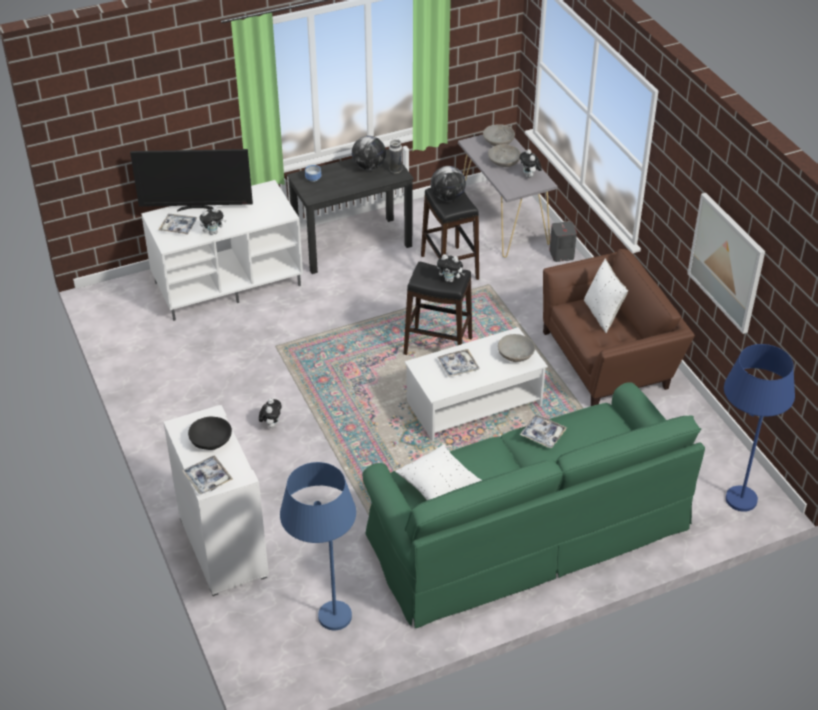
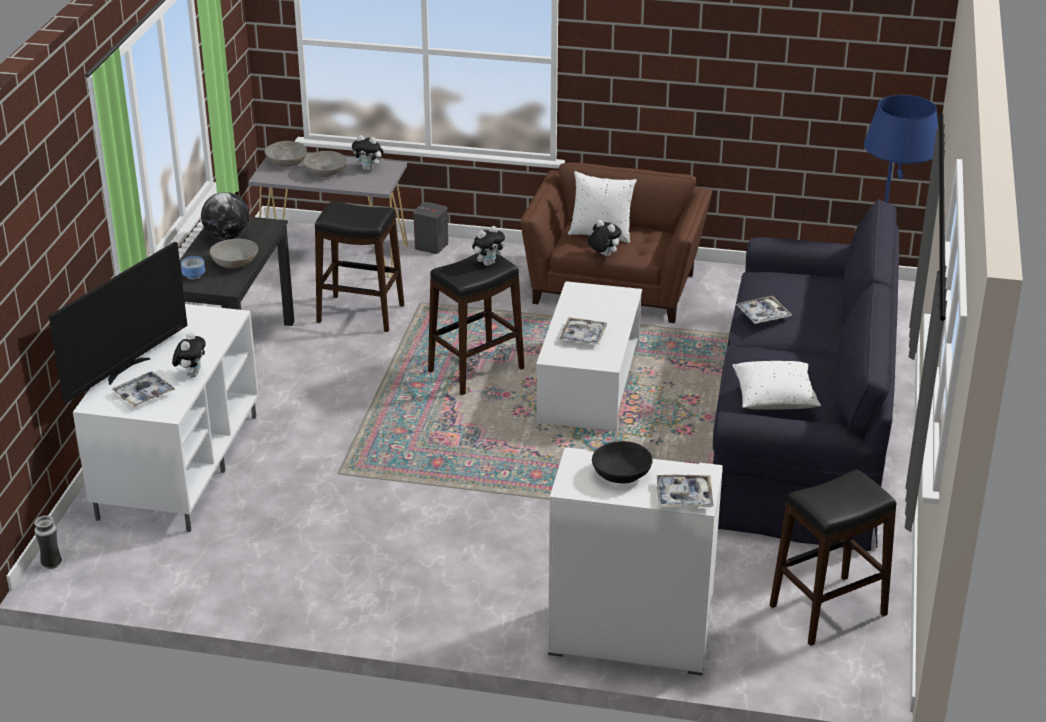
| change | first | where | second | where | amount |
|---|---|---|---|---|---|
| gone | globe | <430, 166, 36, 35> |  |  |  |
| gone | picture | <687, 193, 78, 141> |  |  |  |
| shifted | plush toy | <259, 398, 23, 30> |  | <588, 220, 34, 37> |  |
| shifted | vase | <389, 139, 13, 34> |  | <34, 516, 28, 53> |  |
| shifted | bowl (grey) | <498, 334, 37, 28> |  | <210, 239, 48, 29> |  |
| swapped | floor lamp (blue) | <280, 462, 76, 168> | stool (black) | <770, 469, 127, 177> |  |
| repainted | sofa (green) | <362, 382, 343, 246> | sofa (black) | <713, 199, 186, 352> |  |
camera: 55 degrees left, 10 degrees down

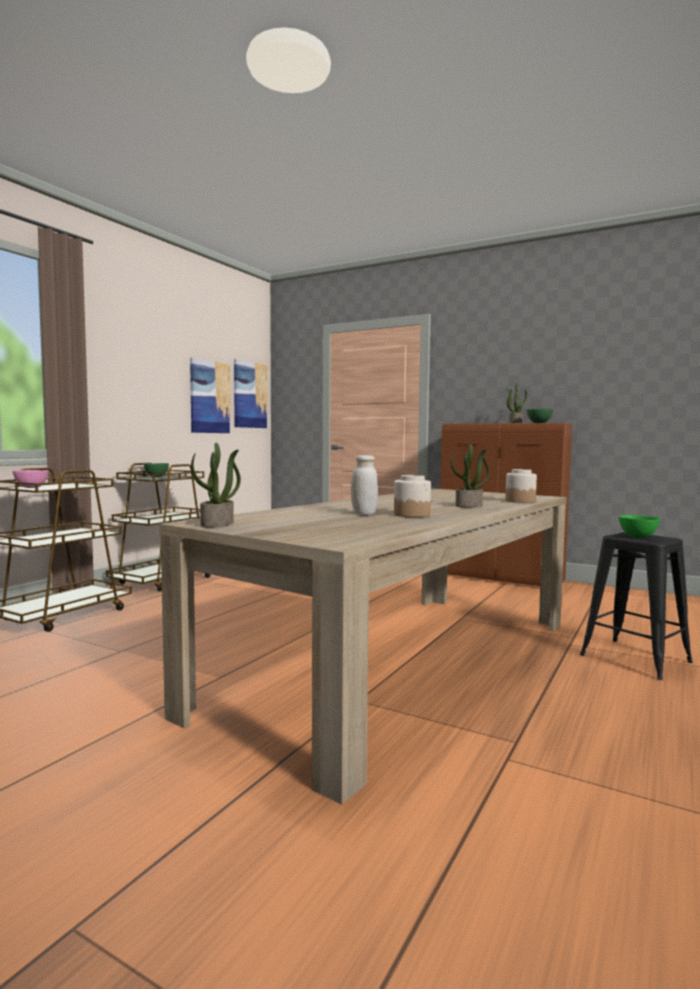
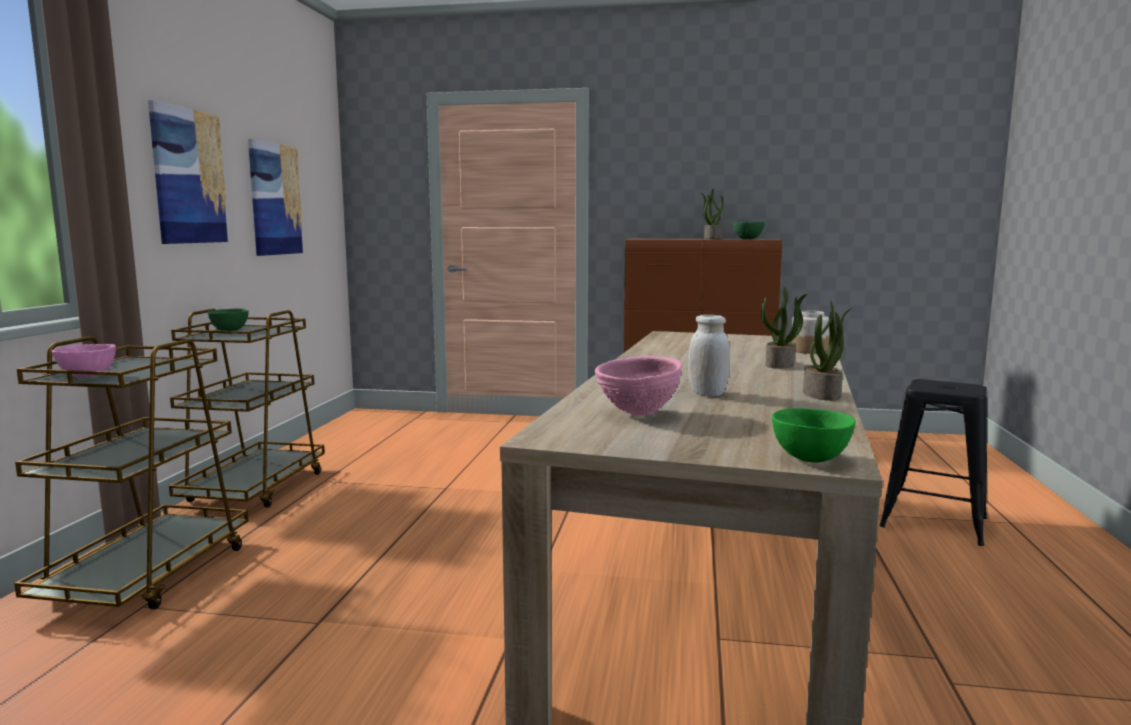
| change | first | where | second | where | amount |
|---|---|---|---|---|---|
| gone | jar | <394, 475, 37, 43> |  |  |  |
| new |  |  | bowl (pink) | <595, 356, 87, 60> |  |
| shifted | potted plant | <191, 442, 50, 85> |  | <803, 300, 49, 101> |  |
| shifted | picture | <234, 359, 34, 69> |  | <148, 100, 81, 144> |  |
| shifted | bowl (green) | <619, 515, 41, 23> |  | <772, 408, 83, 54> |  |
camera: 20 degrees left, 5 degrees up

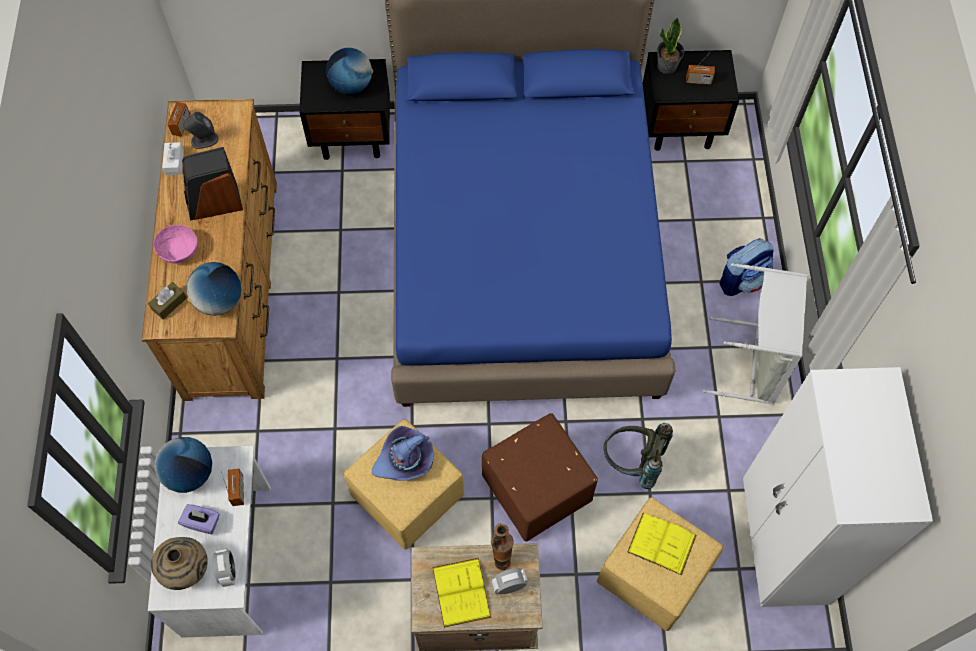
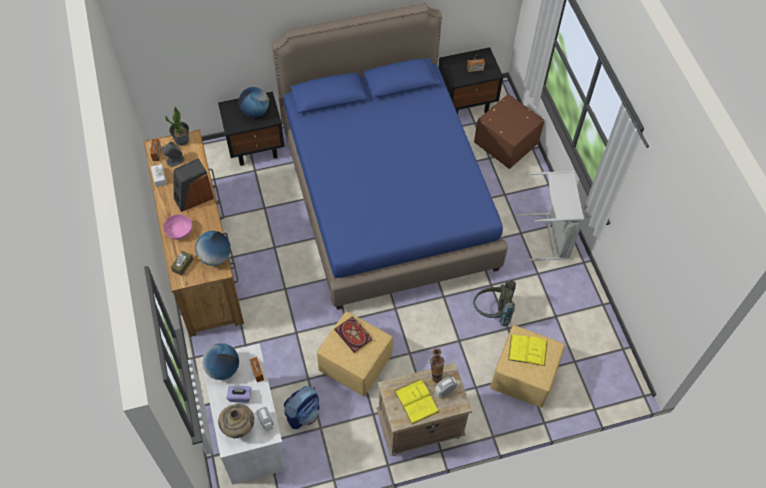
| change | first | where | second | where | amount |
|---|---|---|---|---|---|
| gone | wardrobe (white) | <743, 367, 190, 240> |  |  |  |
| shifted | ottoman (brown) | <482, 413, 116, 129> |  | <474, 95, 70, 74> |  |
| shifted | potted plant | <657, 17, 27, 57> |  | <165, 106, 24, 40> |  |
| shifted | backpack | <719, 238, 55, 58> |  | <284, 386, 35, 43> |  |
| swapped | hat (purple) | <372, 426, 62, 55> | book | <334, 316, 38, 37> |  |
camera: 15 degrees left, 5 degrees down

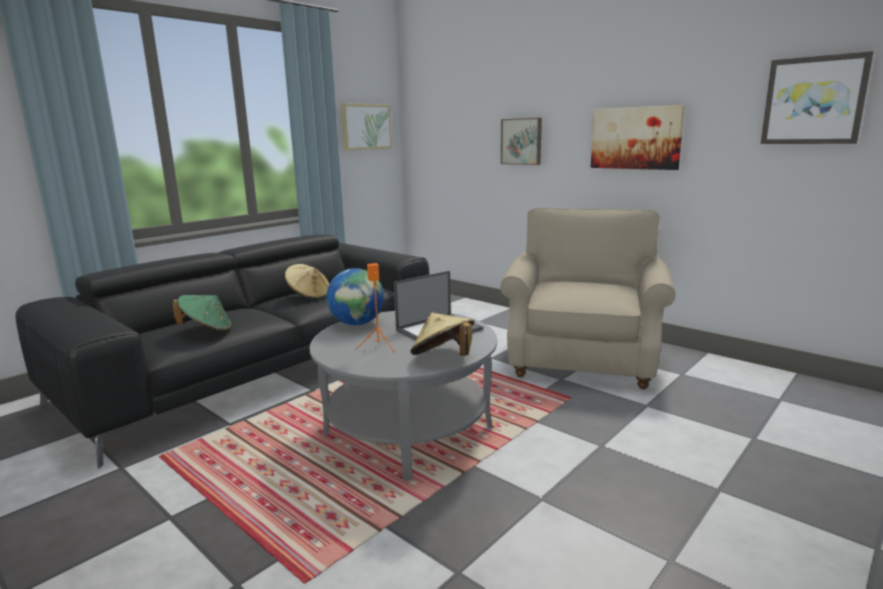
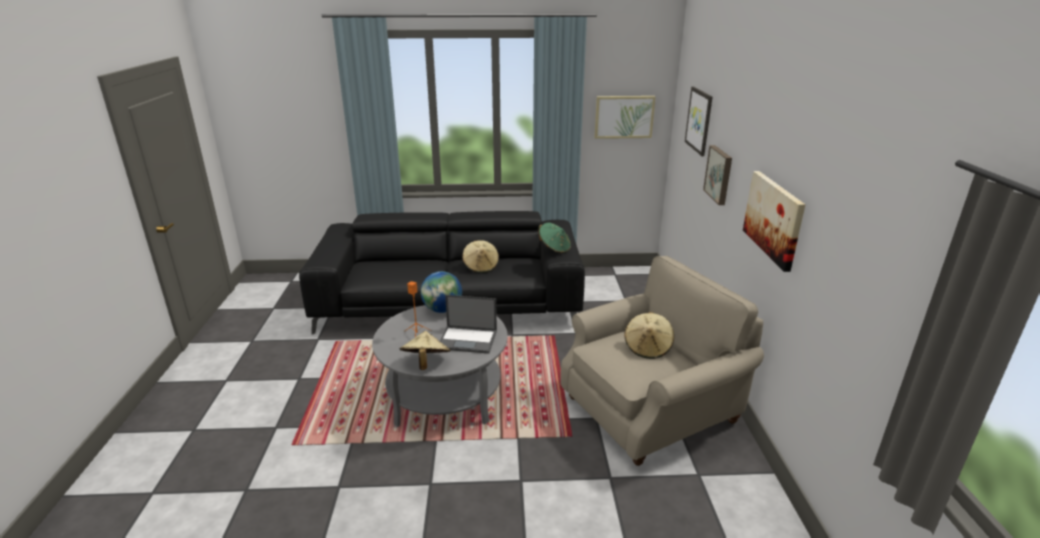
| change | first | where | second | where | amount |
|---|---|---|---|---|---|
| new |  |  | hat (beige) | <624, 312, 50, 47> |  |
| shifted | hat (green) | <172, 295, 59, 36> |  | <538, 223, 33, 30> |  |
| shifted | picture | <761, 51, 112, 93> |  | <685, 86, 28, 70> |  |
camera: 45 degrees right, 10 degrees up

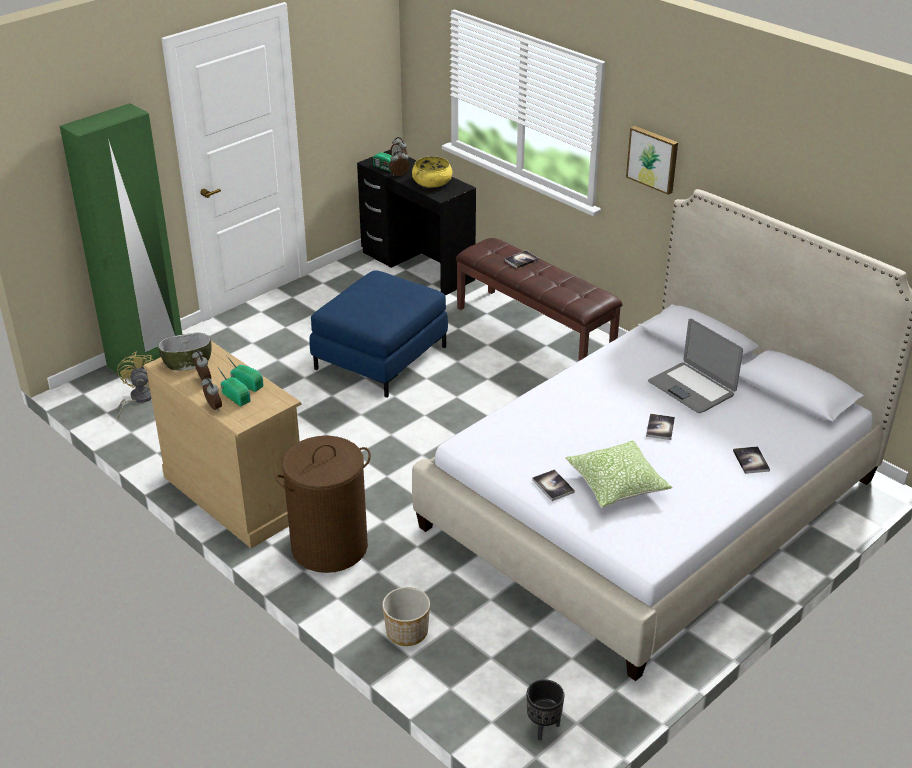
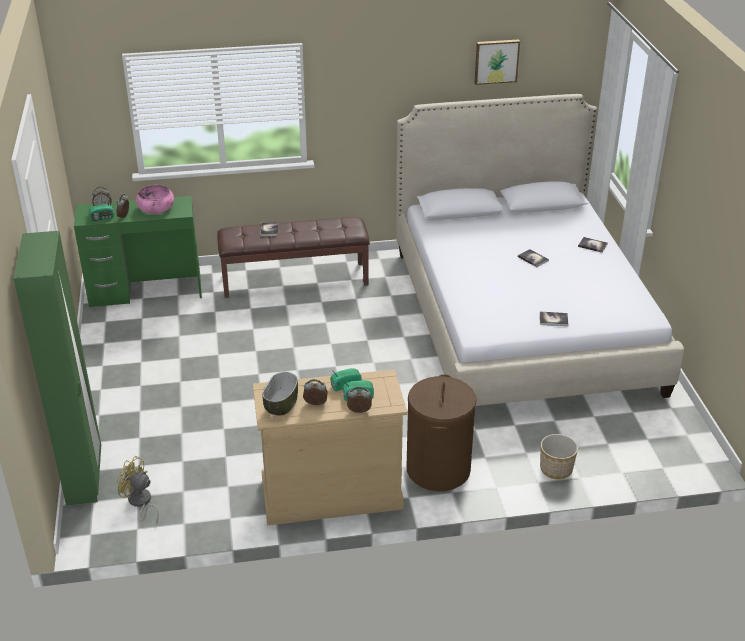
| change | first | where | second | where | amount |
|---|---|---|---|---|---|
| gone | ottoman (blue) | <309, 270, 139, 128> |  |  |  |
| gone | planter (black) | <527, 679, 38, 62> |  |  |  |
| gone | pillow | <566, 440, 106, 68> |  |  |  |
| gone | laptop | <648, 319, 95, 94> |  |  |  |
| shifted | picture | <626, 126, 52, 69> |  | <474, 39, 46, 46> |  |
| repainted | desk (black) | <357, 149, 119, 146> | desk (green) | <74, 196, 128, 111> |  |
| repainted | bowl (yellow) | <412, 156, 41, 32> | bowl (pink) | <136, 185, 38, 29> |  |
camera: 55 degrees left, 0 degrees up

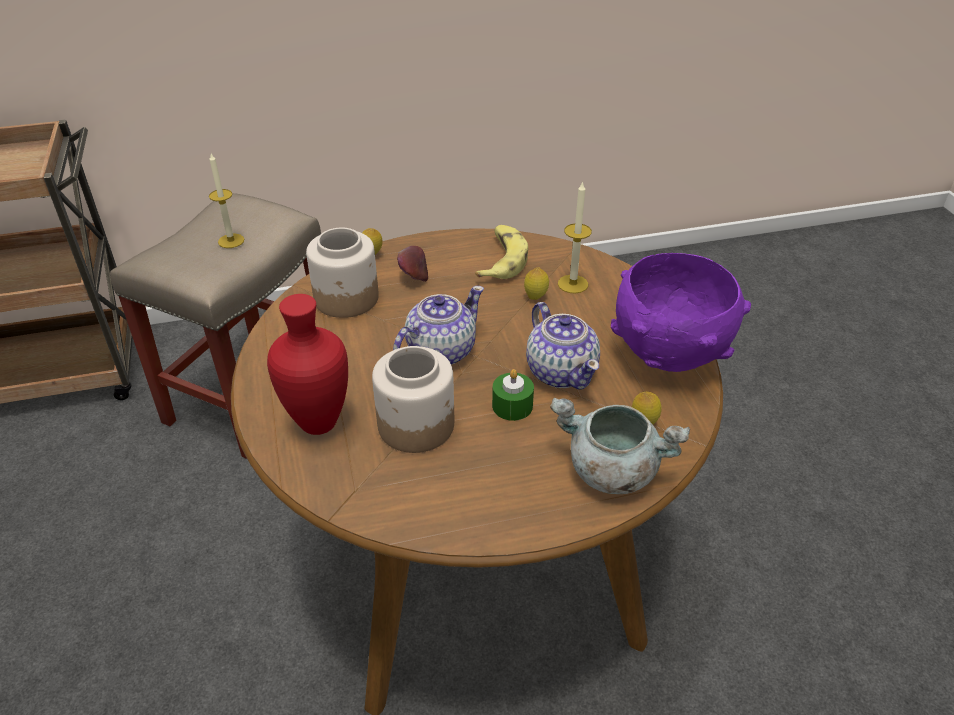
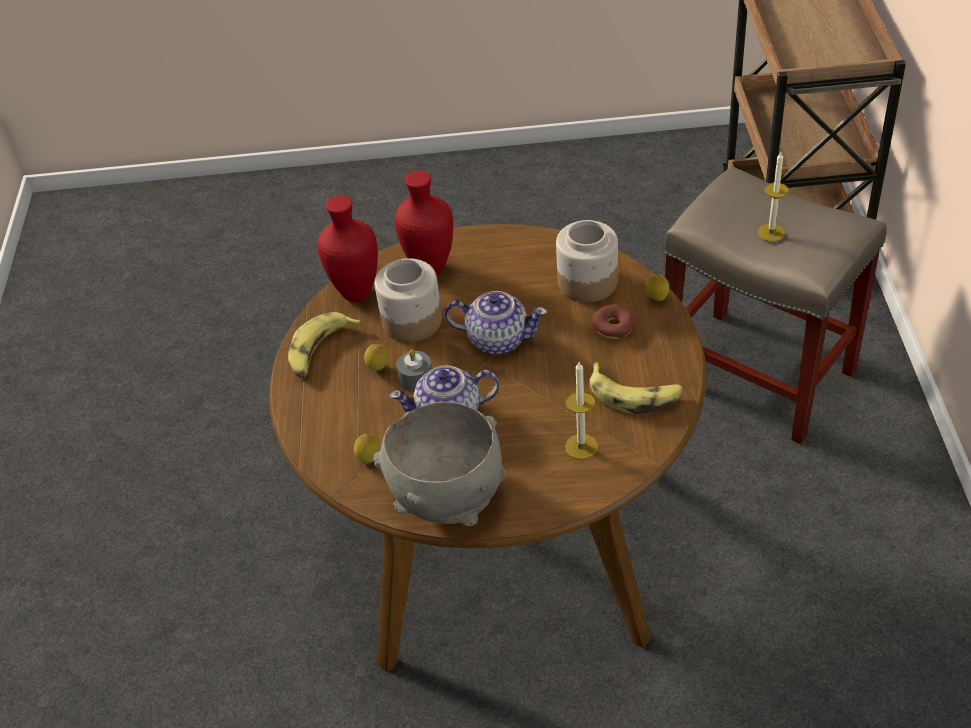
| change | first | where | second | where | amount |
|---|---|---|---|---|---|
| gone | cooking pot (grey) | <550, 398, 140, 96> |  |  |  |
| new |  |  | banana | <288, 312, 74, 66> |  |
| new |  |  | vase (red) | <317, 195, 61, 107> |  |
| shifted | lemon | <524, 267, 25, 33> |  | <364, 344, 24, 26> |  |
| swapped | apple | <397, 246, 31, 36> | donut | <592, 304, 44, 35> |  |
| repainted | candle (green) | <492, 369, 42, 52> | candle (grey) | <396, 350, 36, 42> |  |
| repainted | bowl (purple) | <611, 253, 140, 119> | bowl (grey) | <373, 402, 133, 124> |  |
| rotated | teapot | <393, 286, 91, 79> |  | <445, 291, 102, 64> | 45 degrees counterclockwise |
camera: 105 degrees right, 5 degrees up

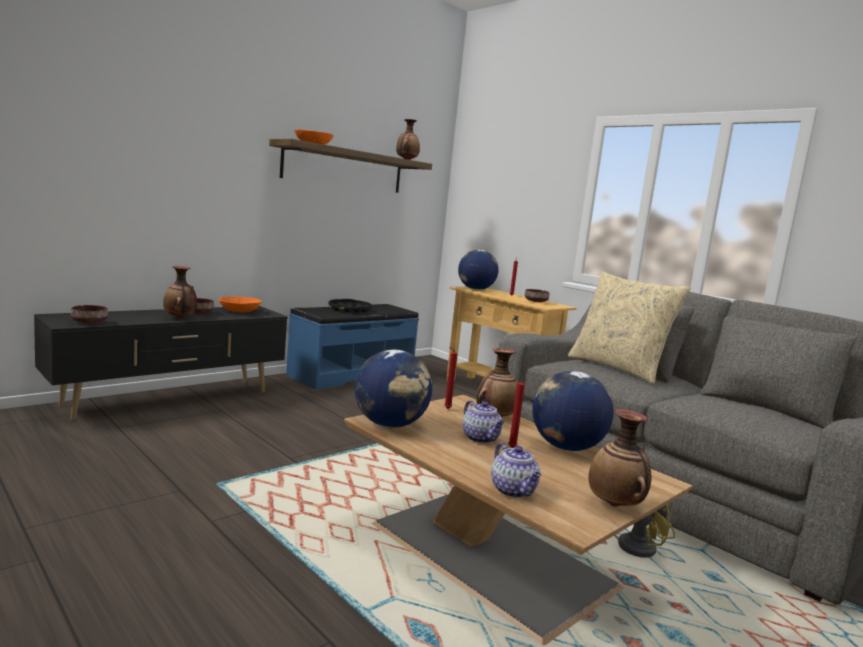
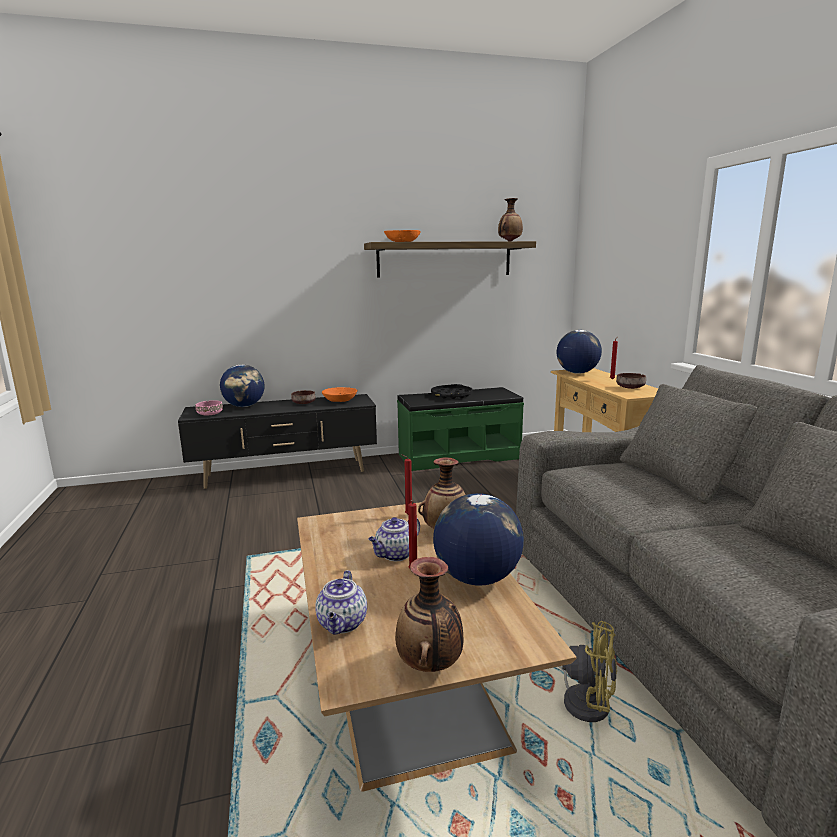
| change | first | where | second | where | amount |
|---|---|---|---|---|---|
| gone | vase | <163, 266, 34, 53> |  |  |  |
| gone | pillow (beige) | <568, 272, 123, 112> |  |  |  |
| shifted | globe | <355, 350, 77, 78> |  | <220, 364, 45, 43> |  |
| repainted | bowl (brown) | <71, 305, 37, 18> | bowl (pink) | <196, 400, 27, 15> |  |
| repainted | bench (blue) | <286, 304, 133, 86> | bench (green) | <397, 387, 127, 84> |  |
| rotated | teapot | <463, 400, 42, 43> |  | <368, 517, 52, 44> | 45 degrees clockwise |
camera: 30 degrees right, 5 degrees up

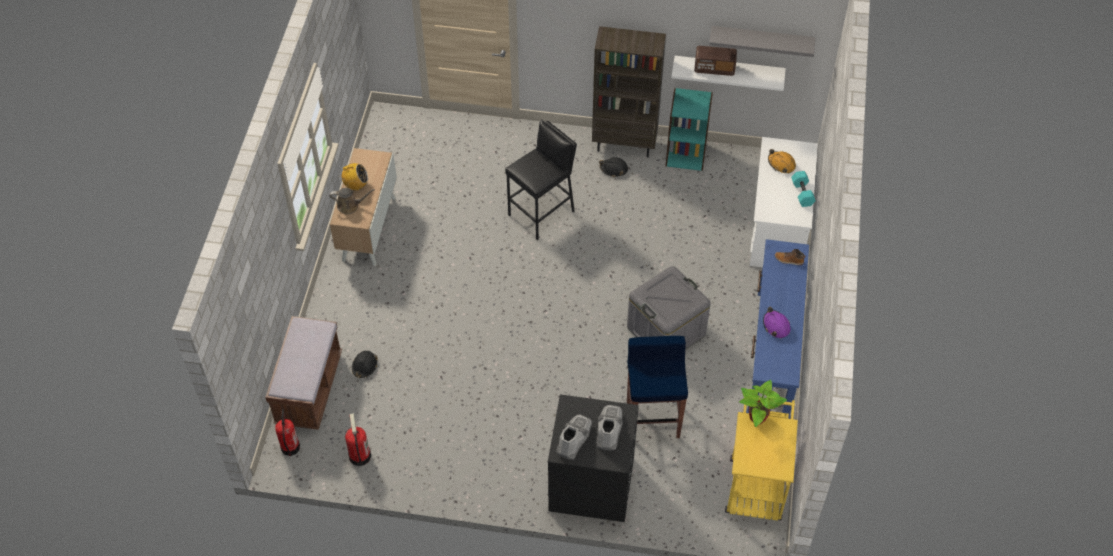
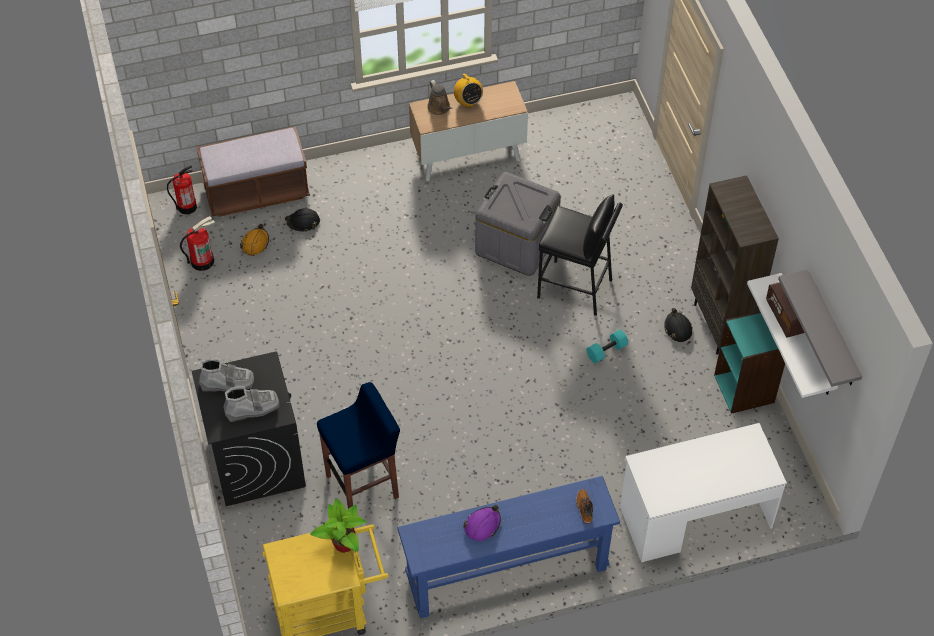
| change | first | where | second | where | amount |
|---|---|---|---|---|---|
| shifted | storage box (grey) | <627, 266, 84, 84> |  | <475, 172, 86, 104> |  |
| shifted | hard hat (orange) | <768, 149, 28, 24> |  | <240, 224, 29, 32> |  |
| shifted | dumbbell (turquoise) | <791, 171, 25, 36> |  | <586, 329, 43, 35> |  |
camera: 65 degrees right, 0 degrees up

